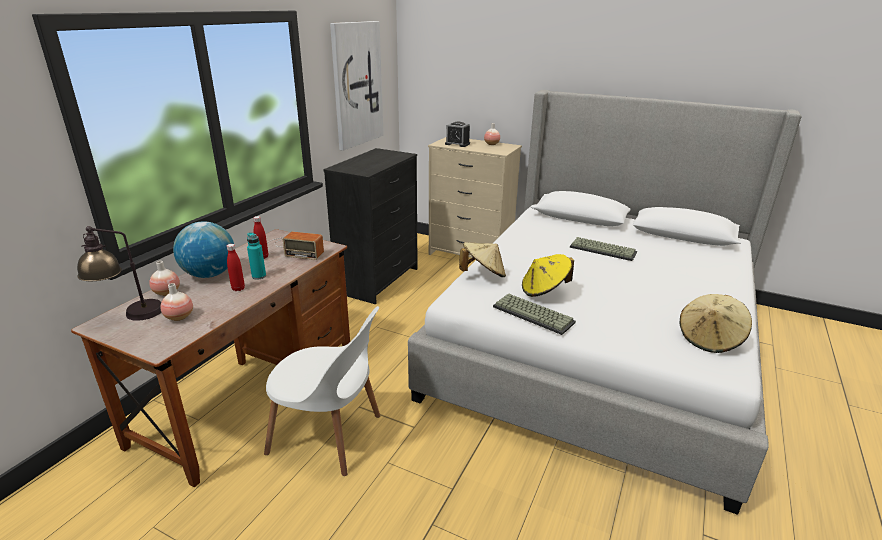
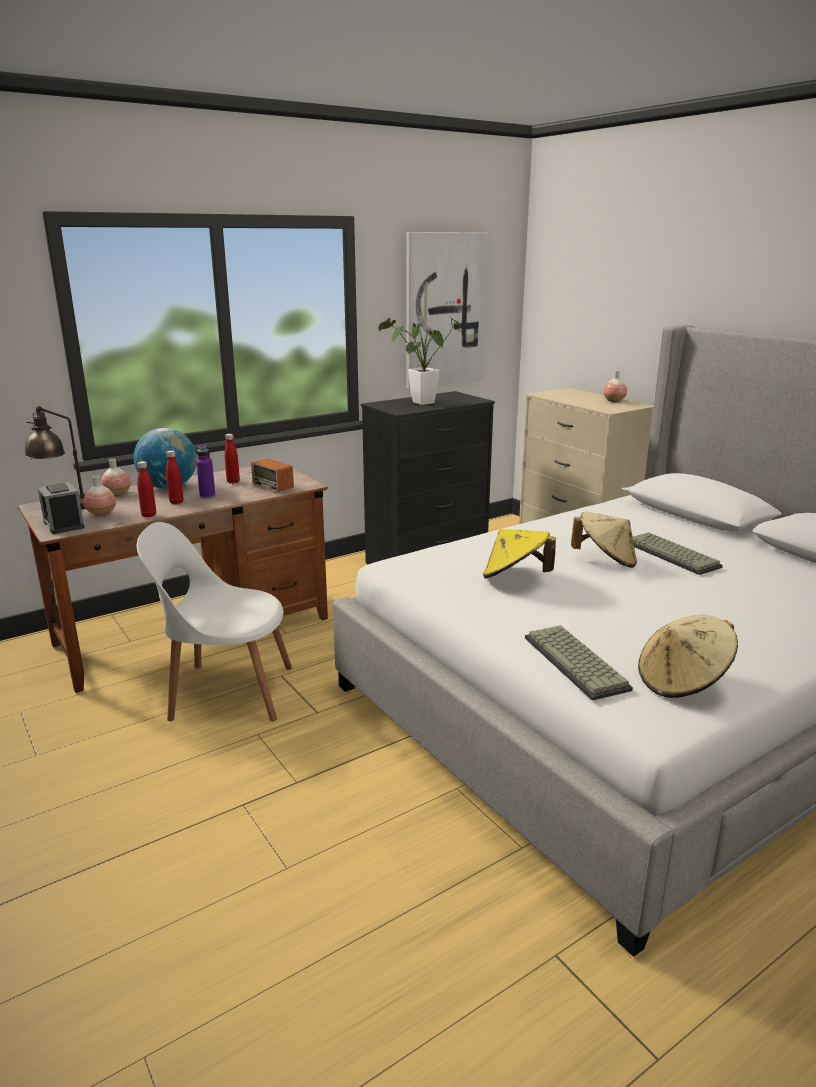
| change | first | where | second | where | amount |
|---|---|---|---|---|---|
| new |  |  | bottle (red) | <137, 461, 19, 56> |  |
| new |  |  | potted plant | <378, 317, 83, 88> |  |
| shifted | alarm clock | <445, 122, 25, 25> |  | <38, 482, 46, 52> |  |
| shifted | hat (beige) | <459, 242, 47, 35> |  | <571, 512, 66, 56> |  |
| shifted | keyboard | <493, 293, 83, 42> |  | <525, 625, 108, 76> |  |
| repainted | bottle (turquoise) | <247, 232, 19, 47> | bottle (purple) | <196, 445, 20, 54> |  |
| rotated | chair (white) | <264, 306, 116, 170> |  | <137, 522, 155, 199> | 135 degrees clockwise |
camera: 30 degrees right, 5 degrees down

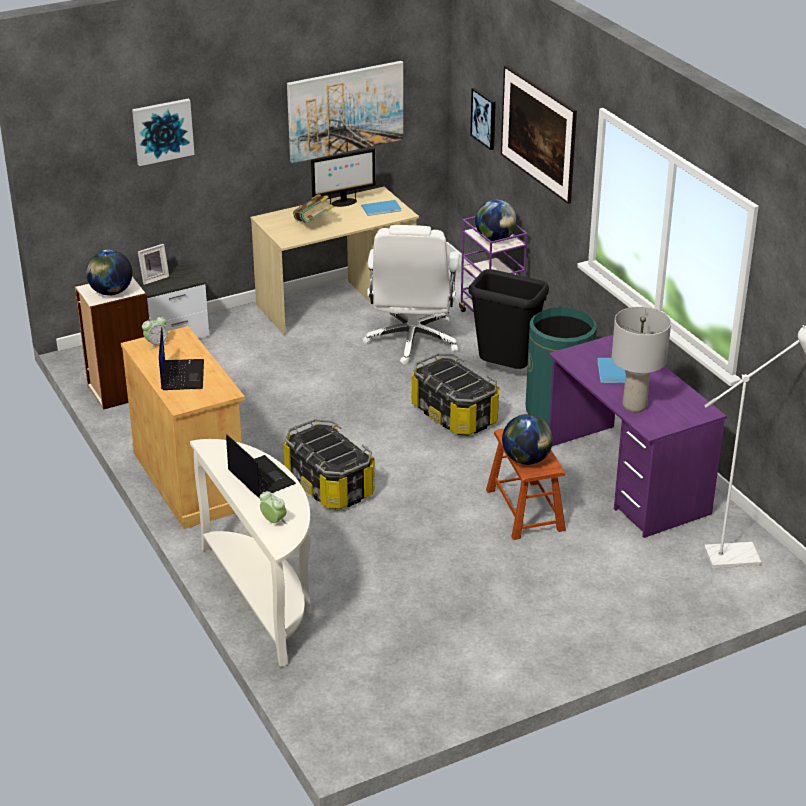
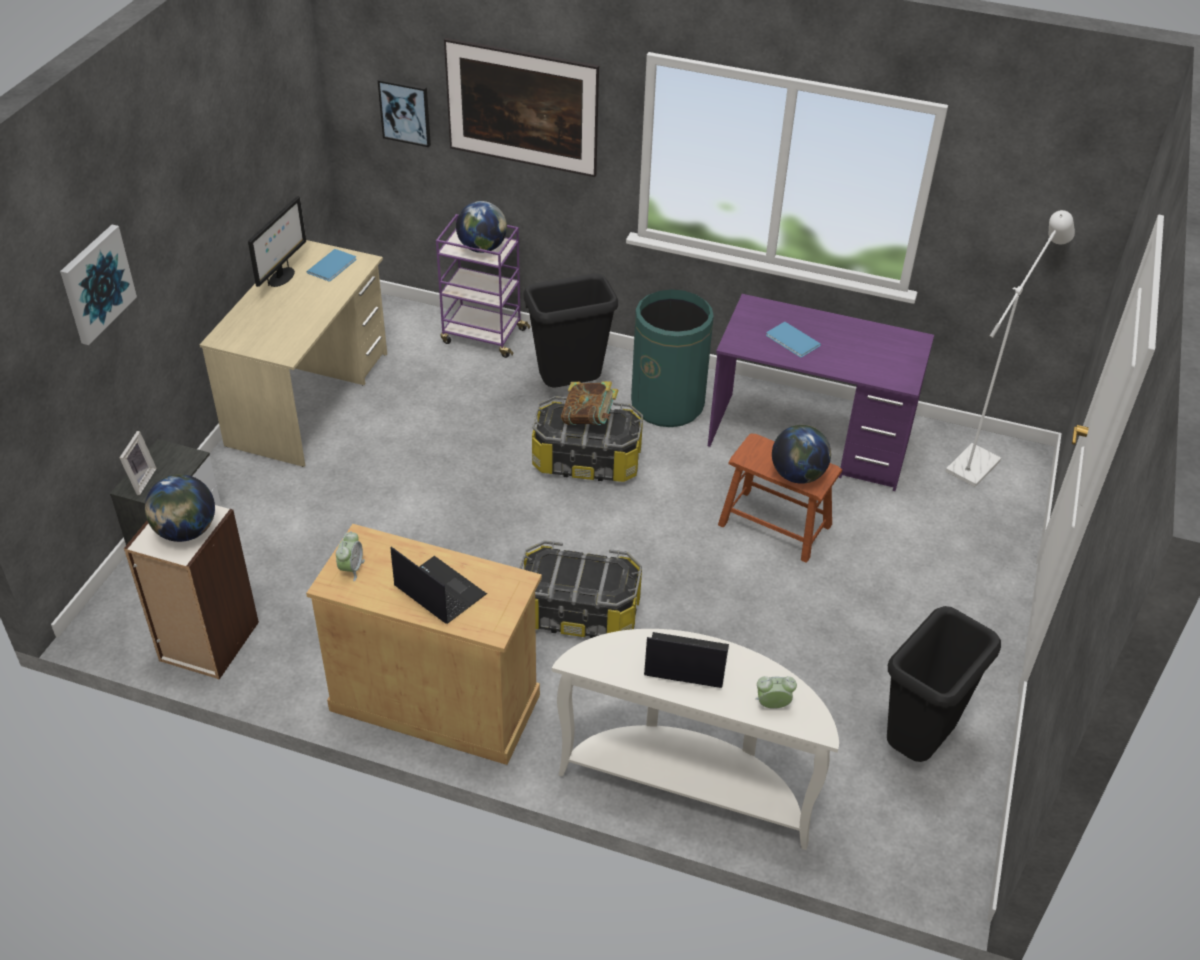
| change | first | where | second | where | amount |
|---|---|---|---|---|---|
| gone | picture | <287, 61, 116, 102> |  |  |  |
| gone | office chair (white) | <362, 225, 98, 140> |  |  |  |
| gone | table lamp (grey) | <612, 307, 59, 106> |  |  |  |
| new |  |  | trash can (black) | <887, 606, 114, 156> |  |
| shifted | book | <293, 194, 41, 29> |  | <561, 381, 58, 44> |  |
camera: 45 degrees left, 10 degrees up

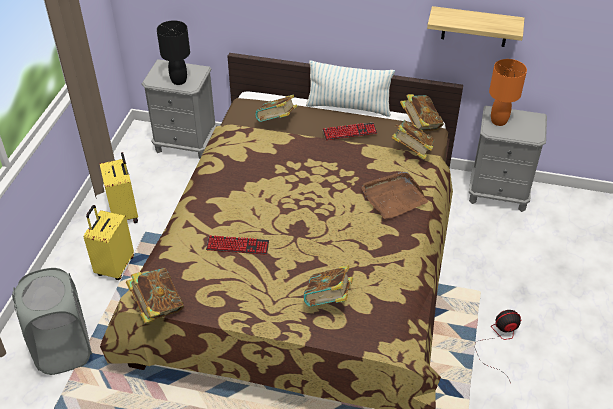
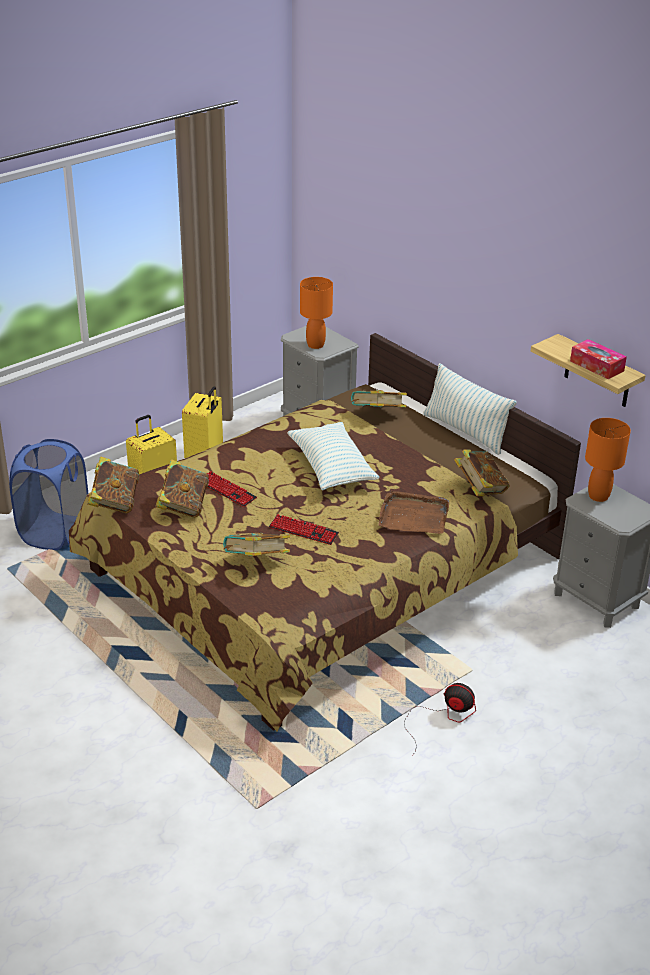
| change | first | where | second | where | amount |
|---|---|---|---|---|---|
| new |  |  | pillow | <287, 422, 92, 69> |  |
| new |  |  | tissue box | <570, 339, 57, 40> |  |
| shifted | keyboard | <322, 123, 55, 17> |  | <269, 514, 70, 31> |  |
| shifted | book | <400, 94, 44, 37> |  | <155, 459, 54, 59> |  |
| repainted | laundry basket (grey) | <12, 268, 80, 107> | laundry basket (blue) | <9, 439, 80, 111> |  |
| repainted | table lamp (black) | <157, 20, 33, 65> | table lamp (orange) | <300, 277, 33, 72> |  |
camera: 35 degrees right, 10 degrees down

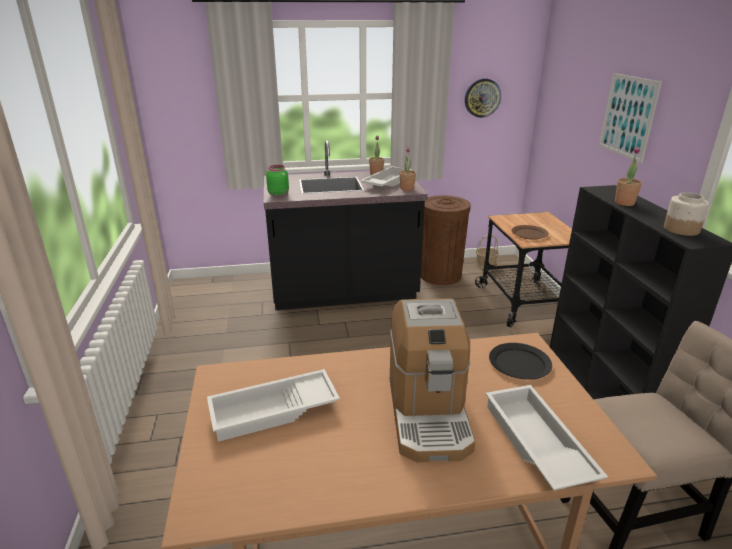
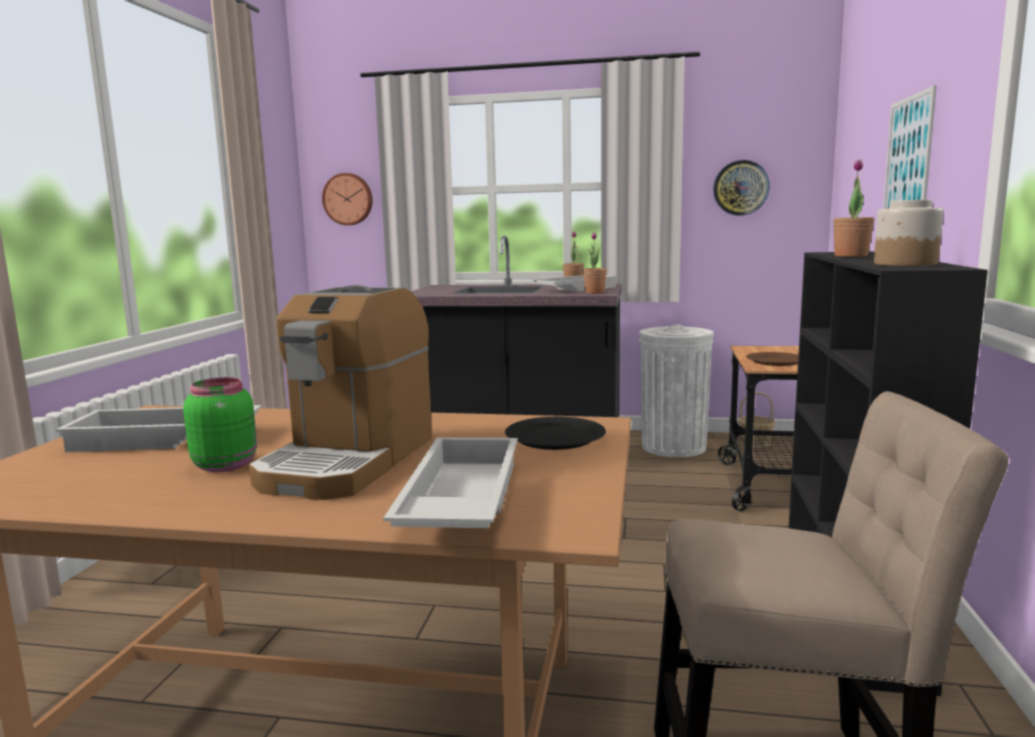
| change | first | where | second | where | amount |
|---|---|---|---|---|---|
| new |  |  | wall clock | <322, 173, 51, 52> |  |
| shifted | jar (green) | <266, 165, 23, 32> |  | <183, 377, 74, 95> |  |
| repainted | trash can (brown) | <421, 195, 50, 90> | trash can (white) | <639, 325, 75, 132> |  |
camera: 20 degrees right, 15 degrees down

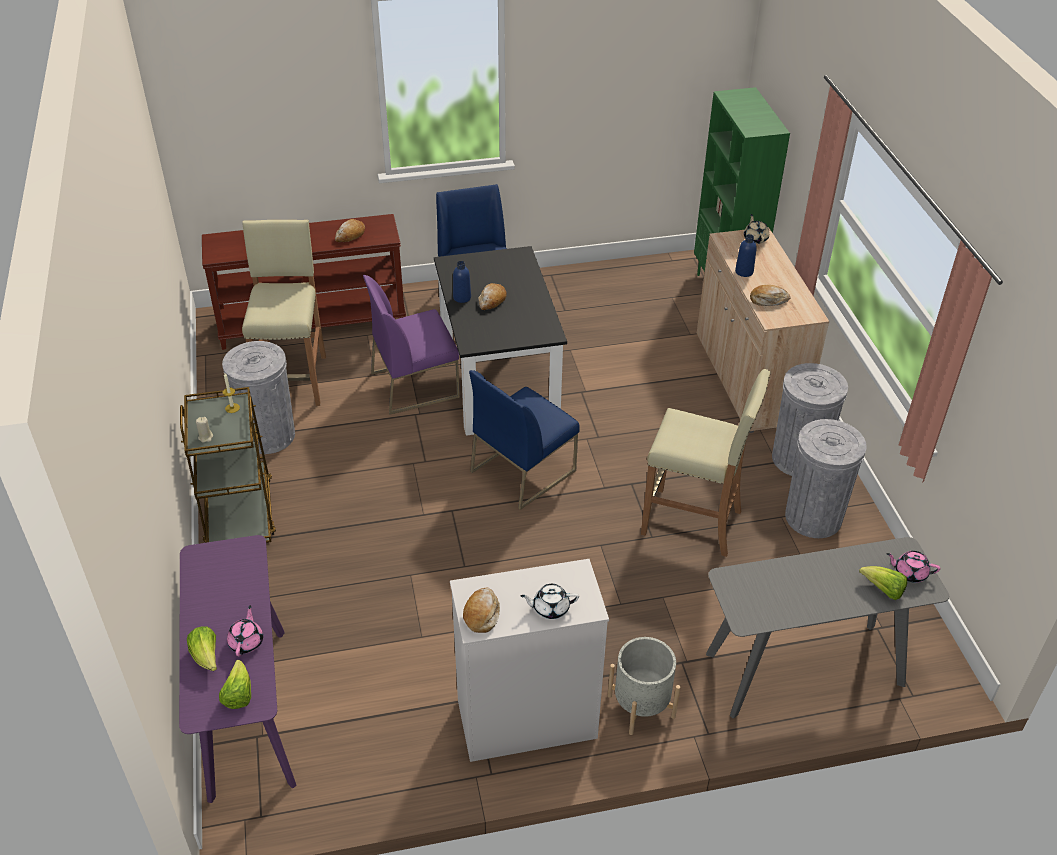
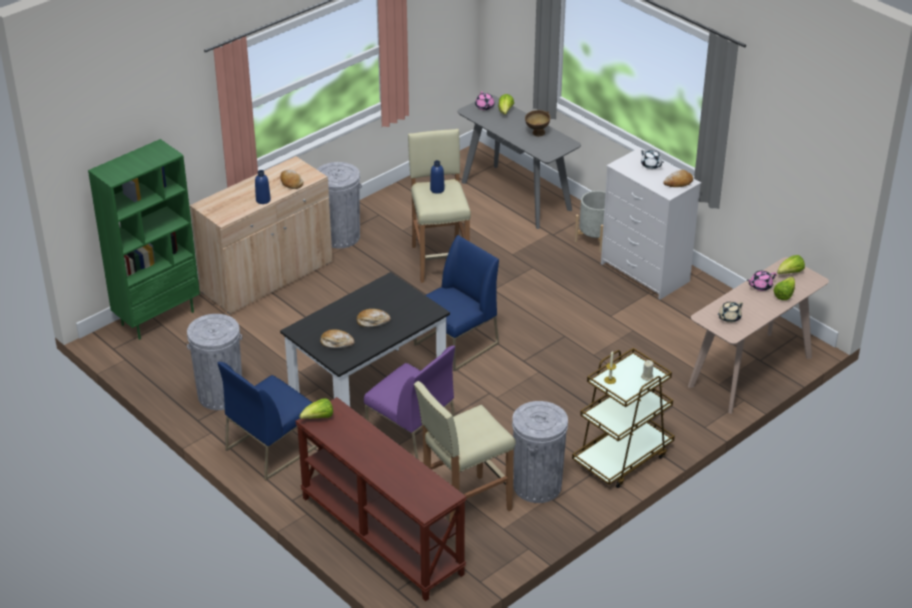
| change | first | where | second | where | amount |
|---|---|---|---|---|---|
| new |  |  | lettuce | <299, 398, 34, 21> |  |
| new |  |  | bowl (brown) | <525, 110, 25, 27> |  |
| shifted | bread | <335, 219, 30, 23> |  | <320, 329, 34, 19> |  |
| shifted | bottle (blue) | <453, 261, 18, 42> |  | <430, 160, 15, 34> |  |
| shifted | teapot (beige) | <744, 214, 25, 30> |  | <718, 302, 25, 21> |  |
| shifted | trash can (grey) | <785, 419, 82, 119> |  | <187, 314, 55, 96> |  |
| repainted | console table (purple) | <179, 535, 117, 268> | console table (beige) | <688, 257, 141, 157> |  |
| rotated | chair (blue) | <469, 370, 111, 140> |  | <414, 235, 85, 137> | 60 degrees counterclockwise |
camera: 120 degrees left, 5 degrees down

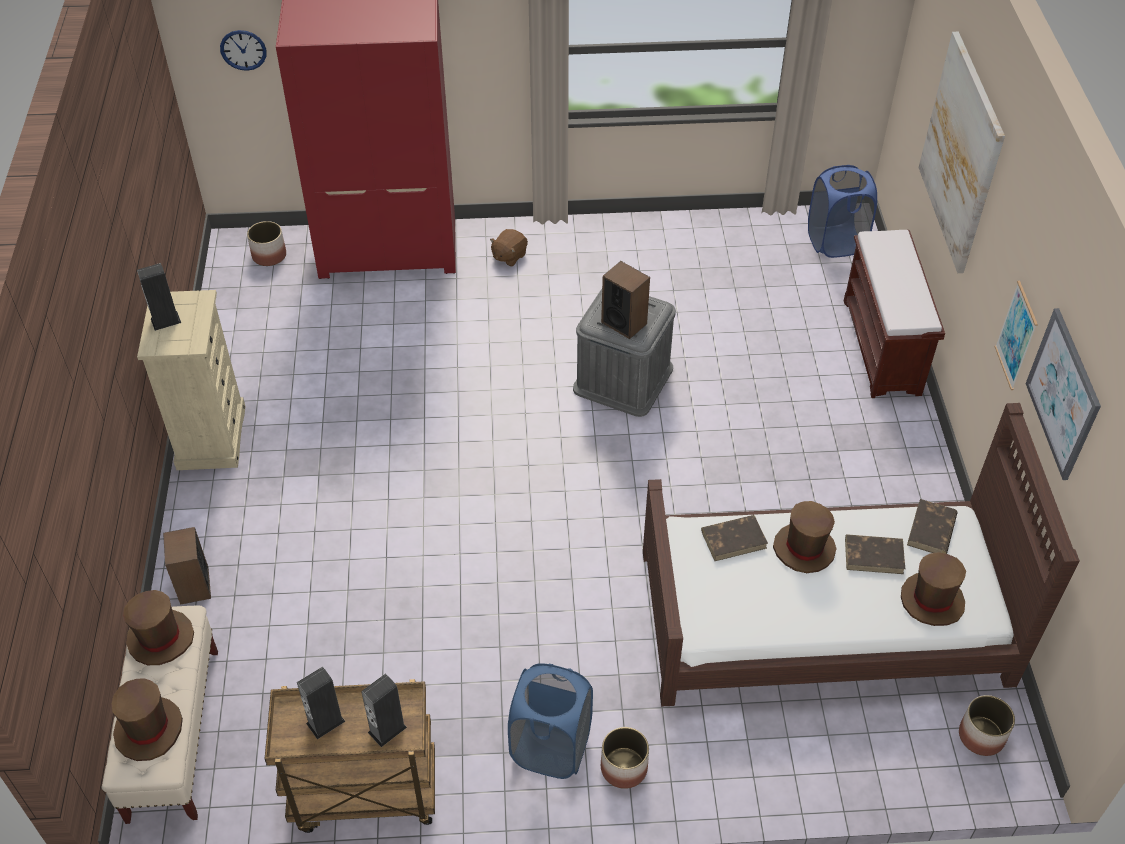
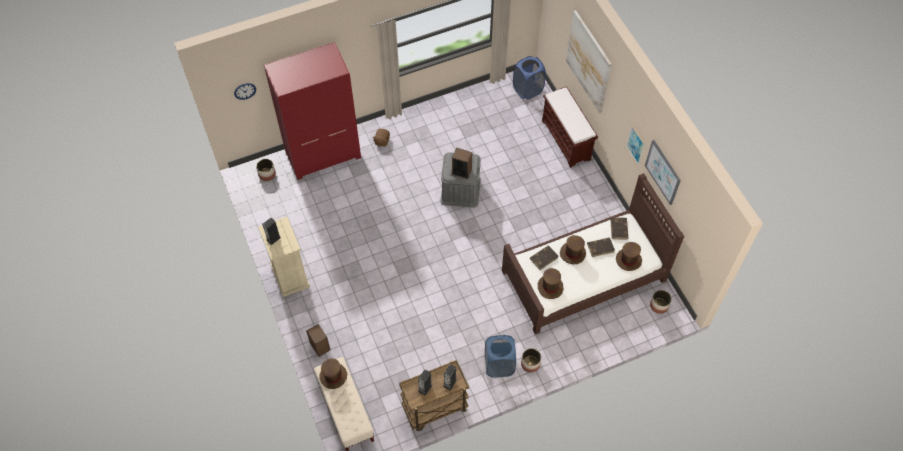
| change | first | where | second | where | amount |
|---|---|---|---|---|---|
| shifted | hat (brown) | <112, 678, 71, 83> |  | <538, 268, 25, 31> |  |
camera: 20 degrees left, 10 degrees up

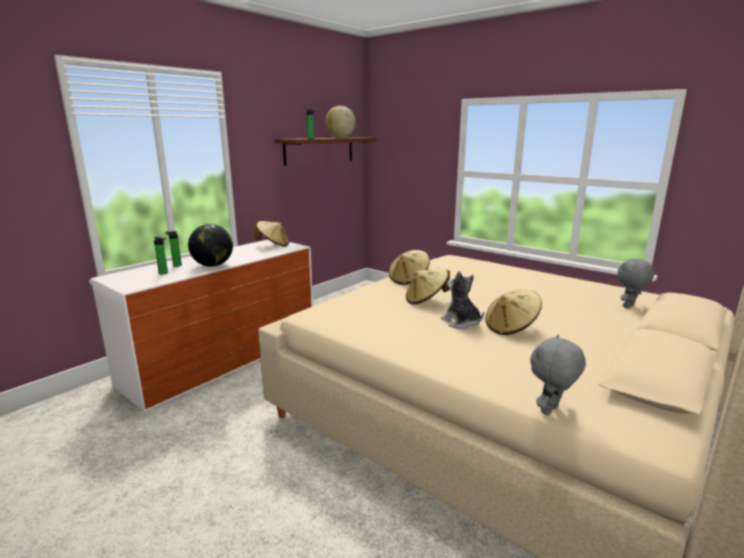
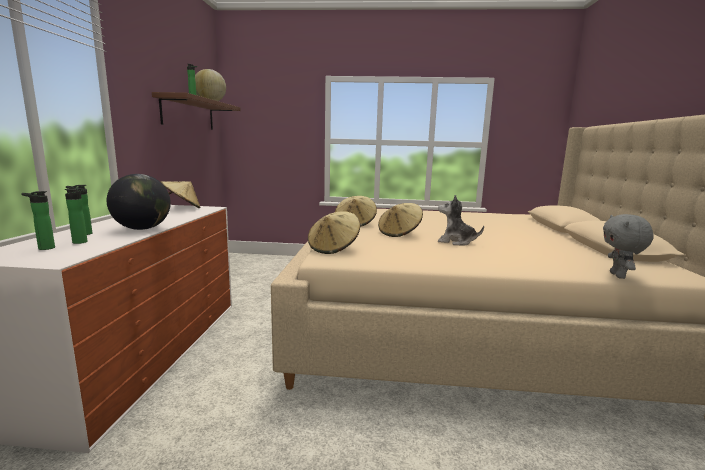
| change | first | where | second | where | amount |
|---|---|---|---|---|---|
| gone | plush toy (grey) | <617, 258, 37, 50> |  |  |  |
| new |  |  | bottle | <21, 191, 34, 59> |  |
| shifted | hat (beige) | <485, 289, 57, 46> |  | <308, 212, 52, 42> |  |
camera: 35 degrees left, 5 degrees down

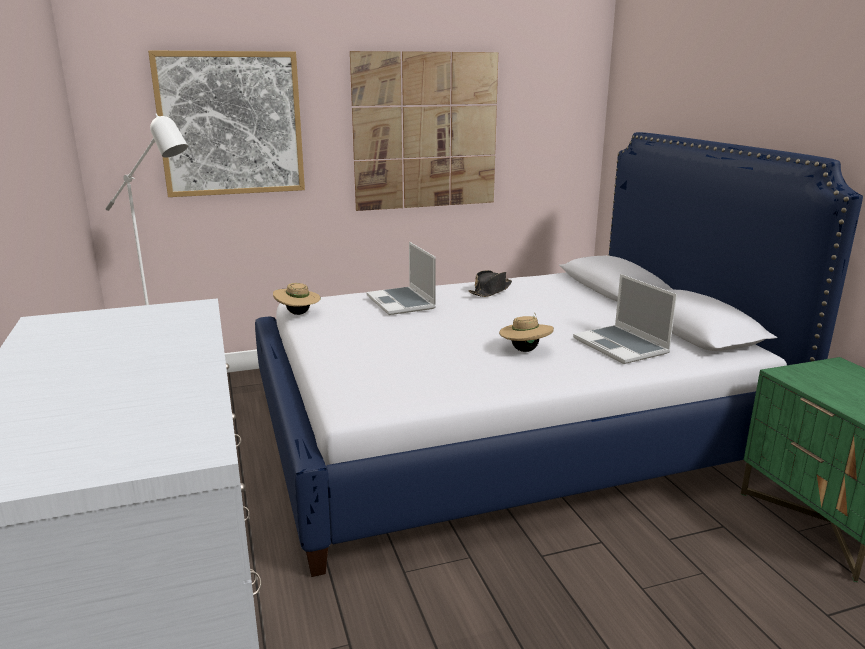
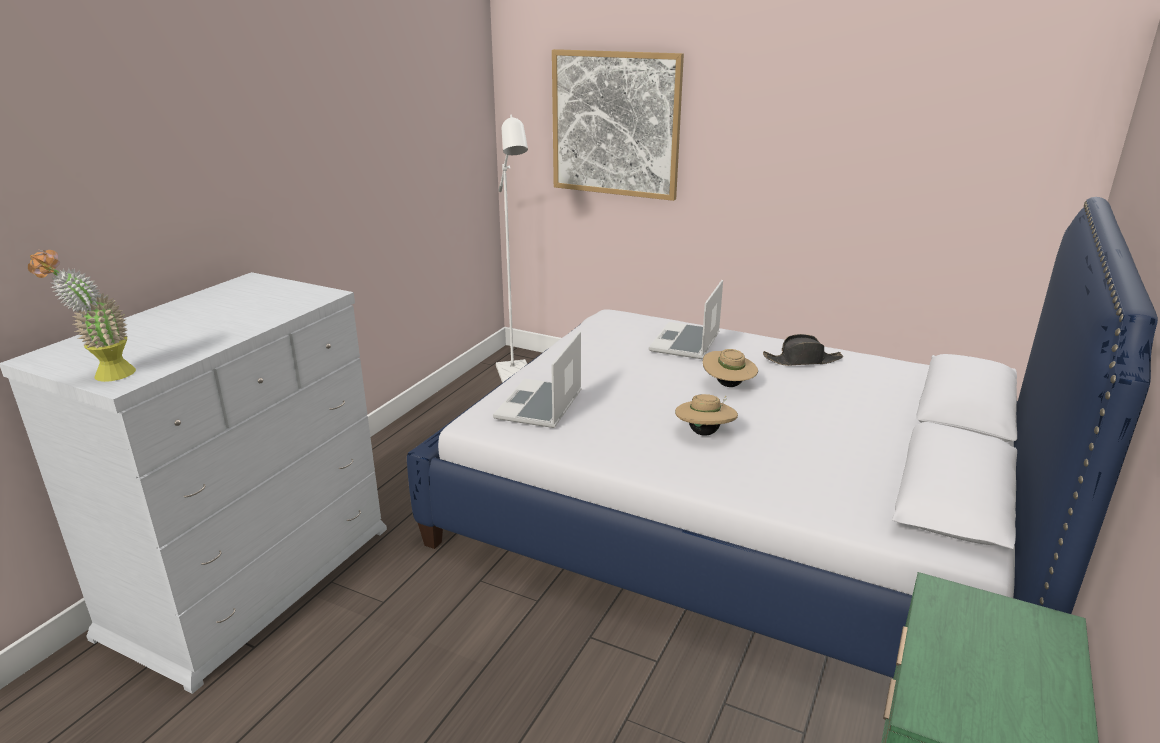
| change | first | where | second | where | amount |
|---|---|---|---|---|---|
| gone | picture | <350, 51, 148, 160> |  |  |  |
| new |  |  | potted plant | <28, 250, 108, 132> |  |
| shifted | hat (beige) | <273, 283, 48, 32> |  | <703, 349, 55, 38> |  |
| shifted | laptop | <573, 274, 104, 90> |  | <493, 331, 88, 97> |  |
camera: 45 degrees right, 5 degrees up

